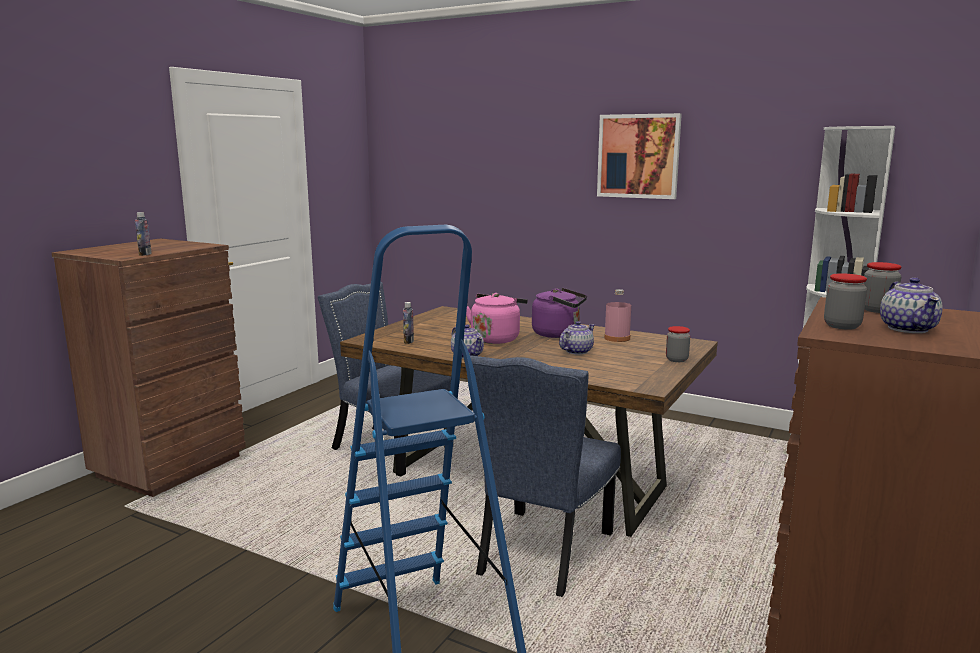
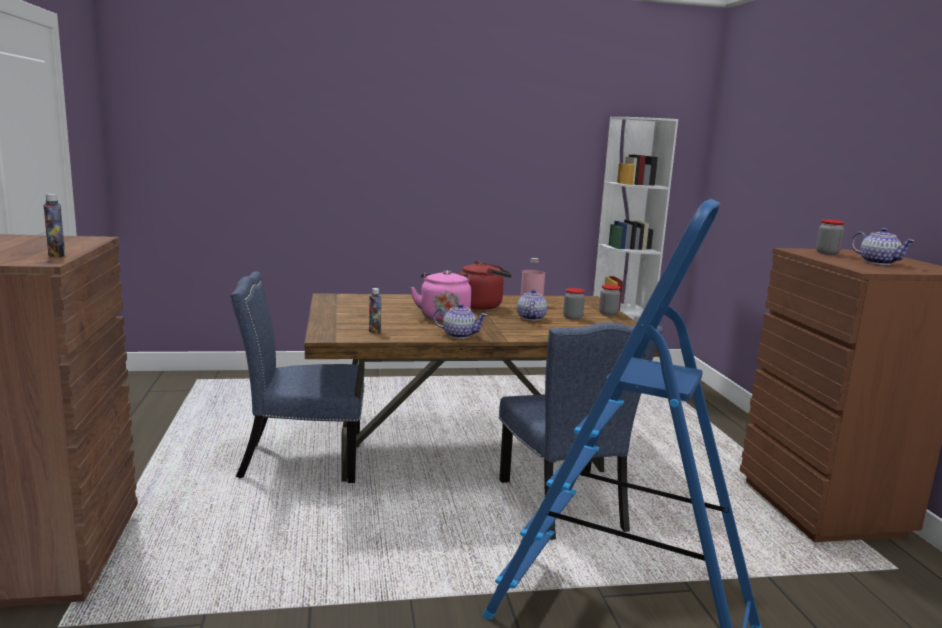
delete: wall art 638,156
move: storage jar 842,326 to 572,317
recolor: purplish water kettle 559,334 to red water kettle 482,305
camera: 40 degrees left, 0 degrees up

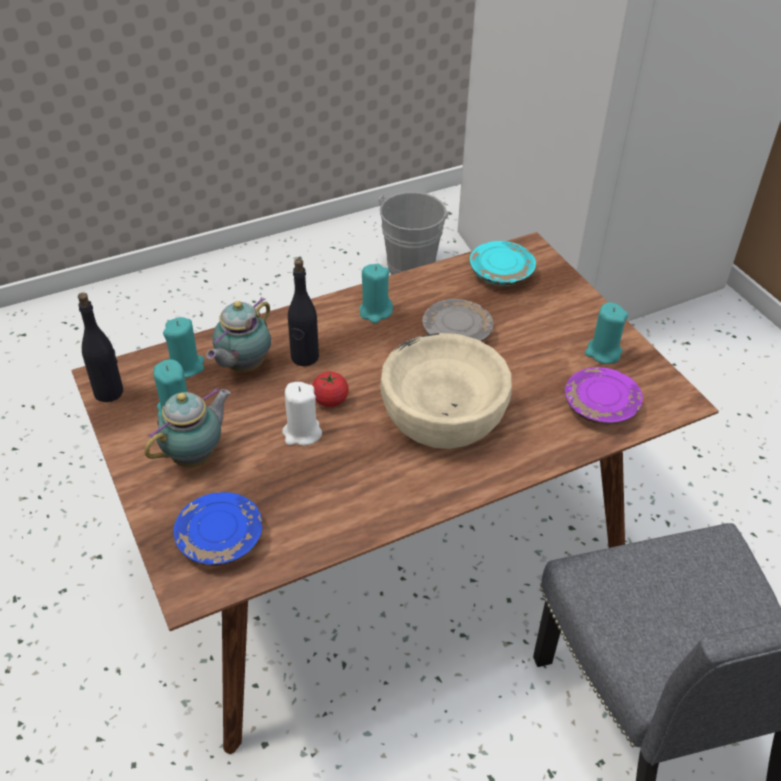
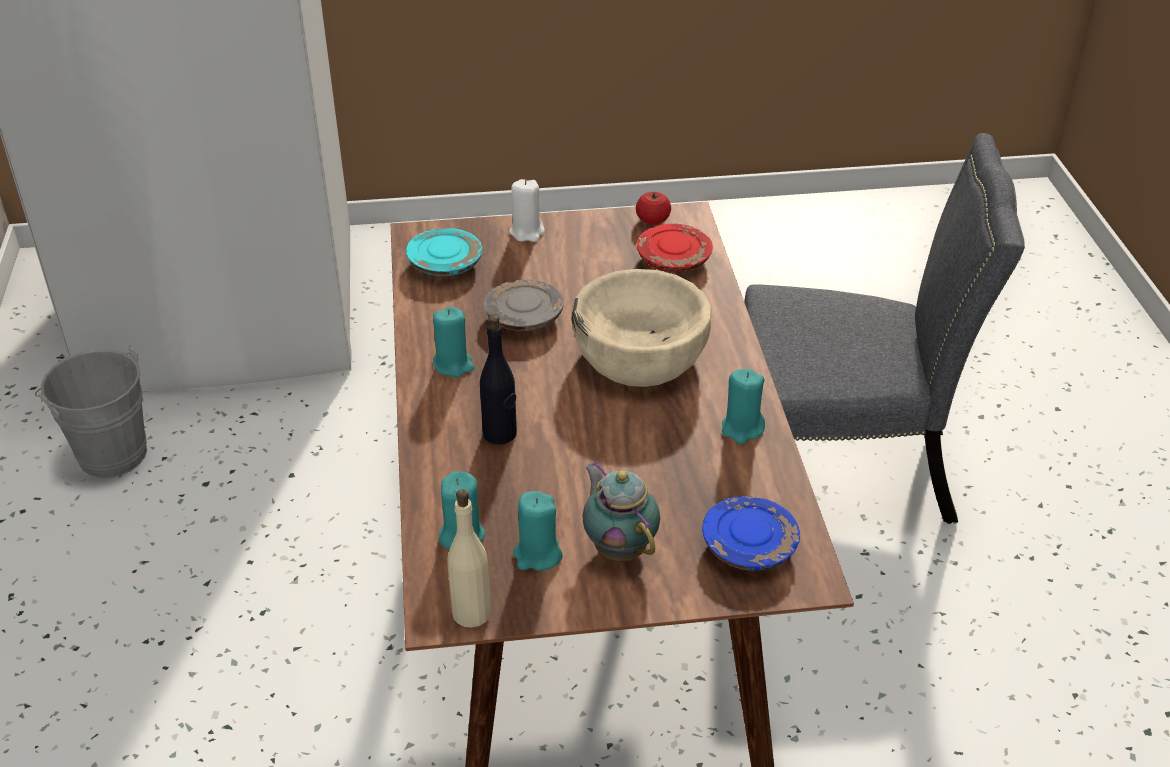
delete: tea pot 243,366
move: white wax candle 302,433 to 527,232; tomato 330,400 to 653,220; blue-green wax candle 603,352 to 742,429
recolor: black beverage bottle 109,392 to sand-coloured beverage bottle 471,612; purplish plate 600,406 to red plate 674,260
camera: 70 degrees left, 5 degrees down

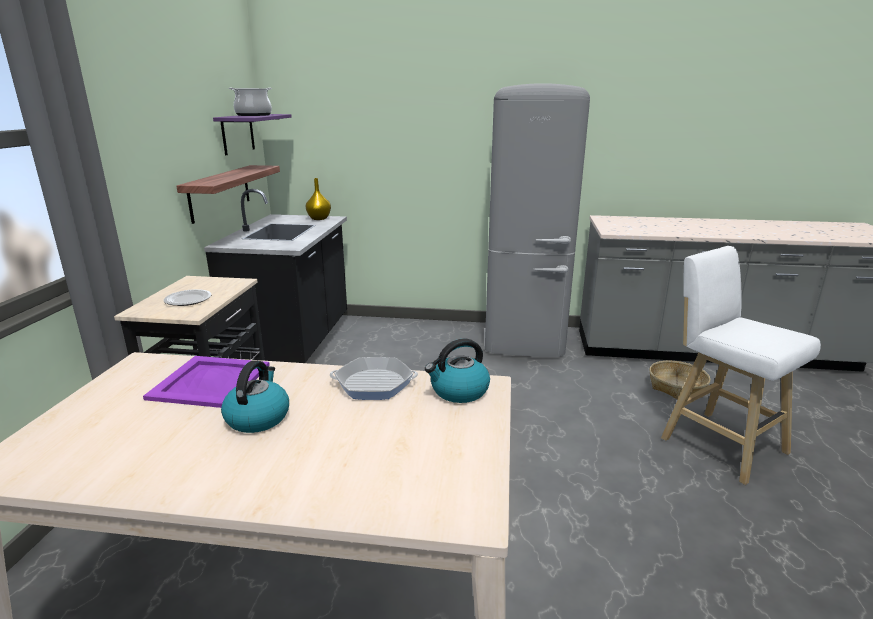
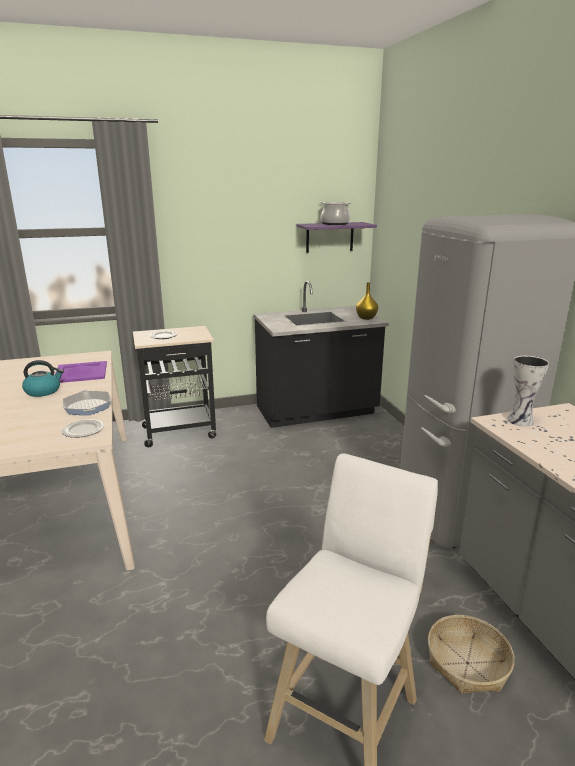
delete: bracket shelf 220,192
insert: flower vase 521,421
replace: water kettle 458,391 to plate 83,431
camera: 65 degrees right, 0 degrees up

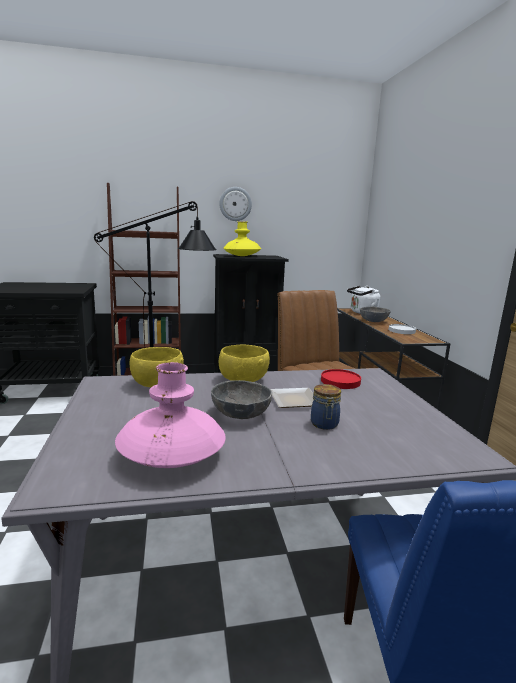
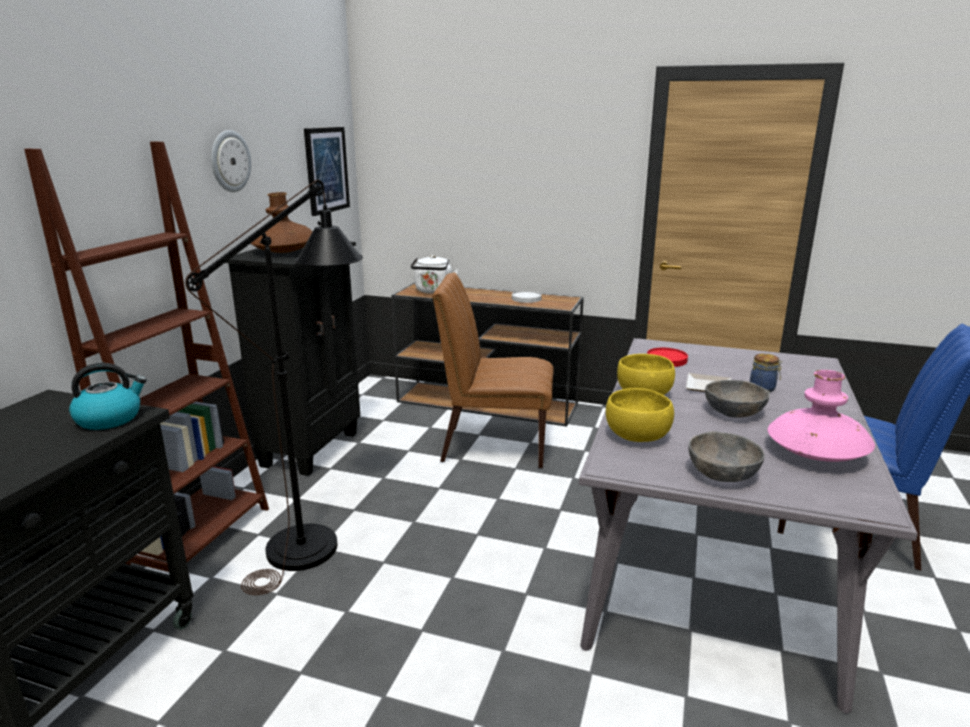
insert: water kettle 110,418; wall art 326,170
move: greyish deep dish 374,321 to 722,473
recolor: yellow-coloured flower vase 242,256 to brownish flower vase 284,251
camera: 60 degrees left, 5 degrees up

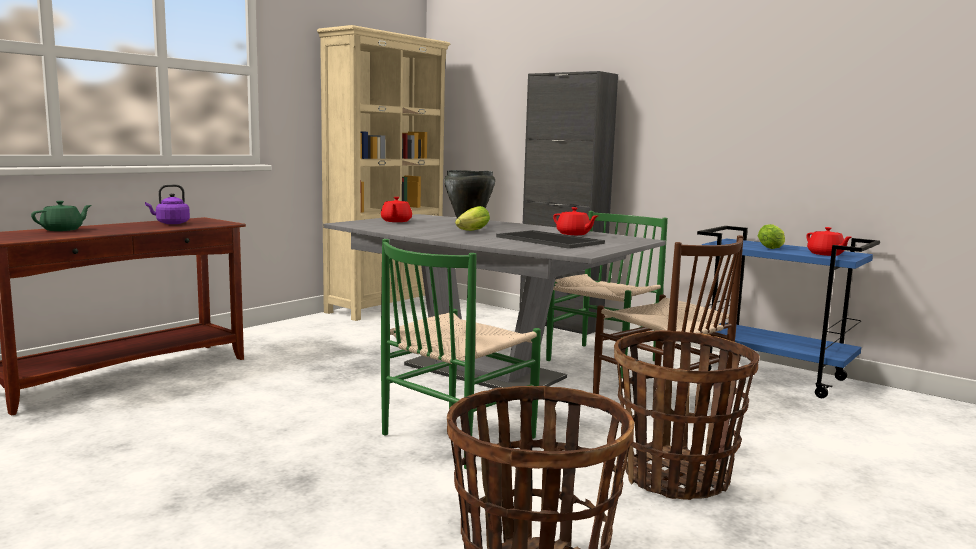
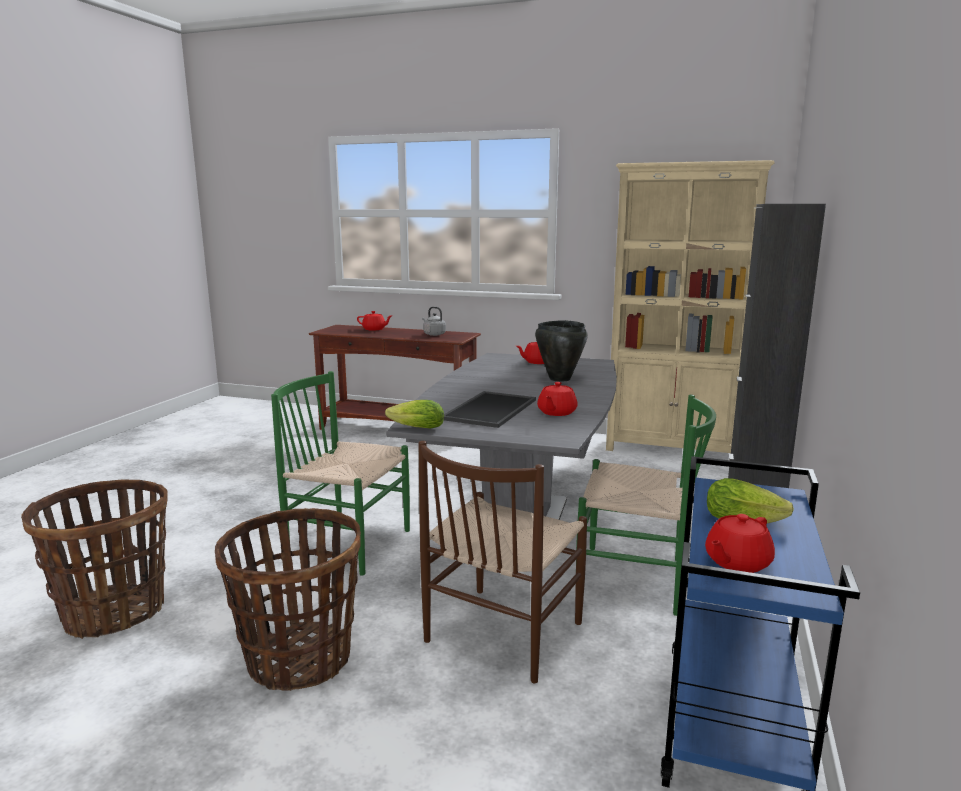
move: head of lettuce 470,231 to 414,428
recolor: greenish tea pot 63,230 to red tea pot 374,329; purplish water kettle 171,223 to greyish water kettle 433,334
camera: 70 degrees right, 5 degrees up

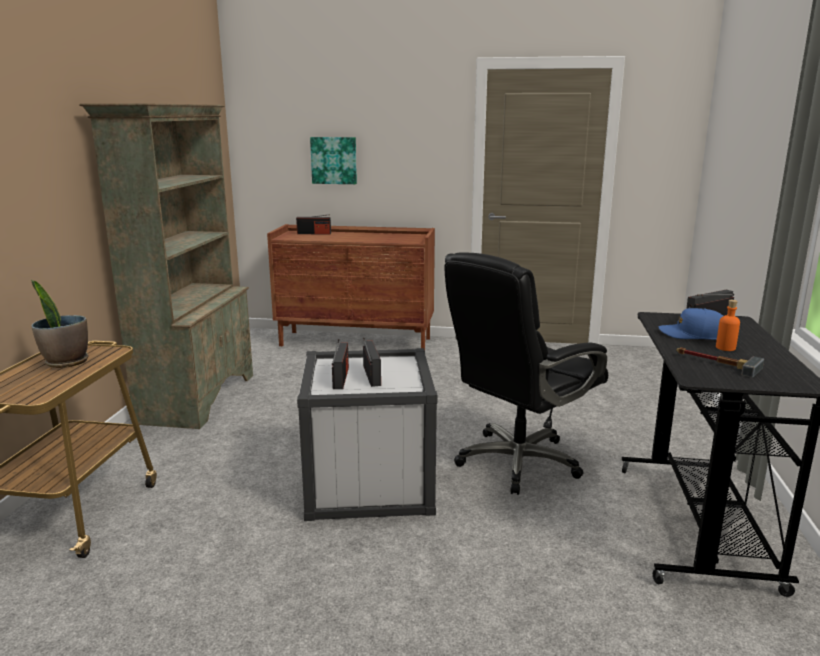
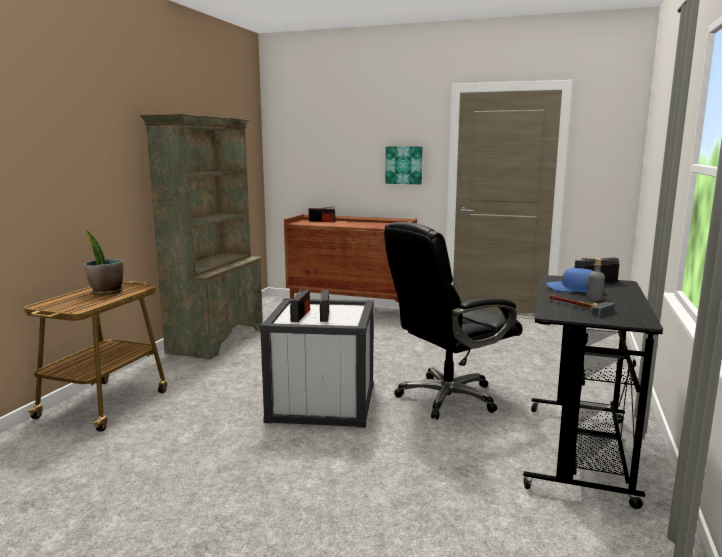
move: wall art 334,160 to 404,165
recolor: orange beverage bottle 725,348 to greyish beverage bottle 594,298
camera: 10 degrees right, 5 degrees down

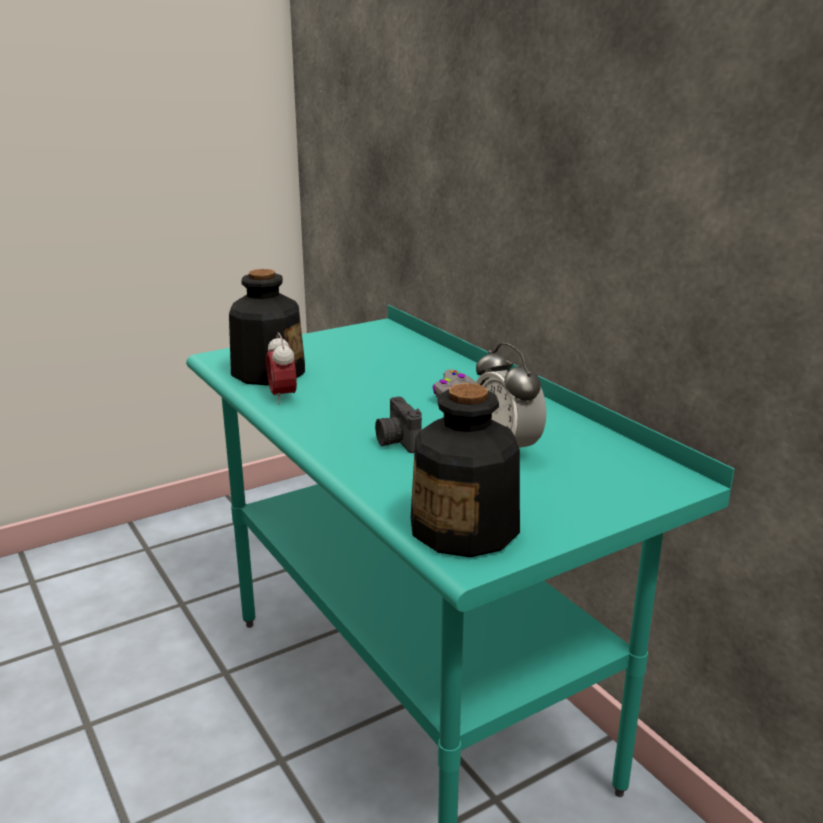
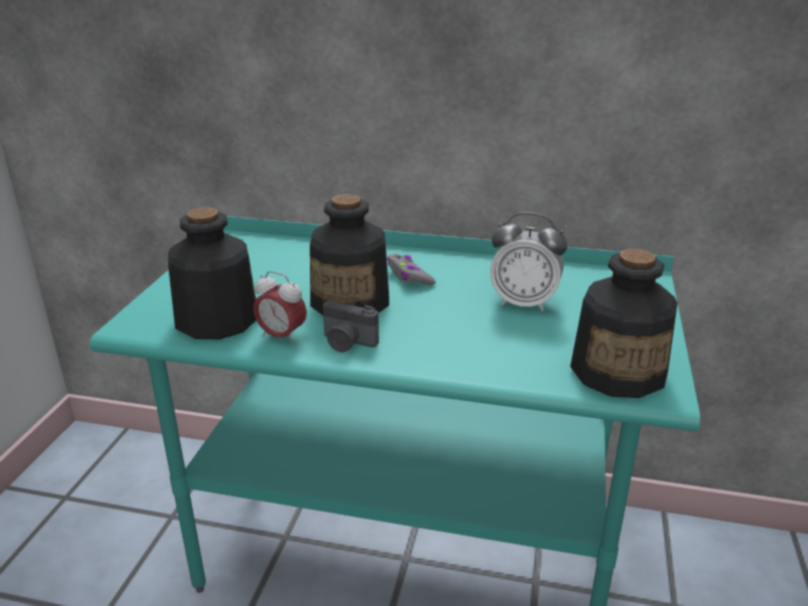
insert: beverage bottle 351,302
move: photo camera 397,442 to 347,343
camera: 45 degrees left, 5 degrees up

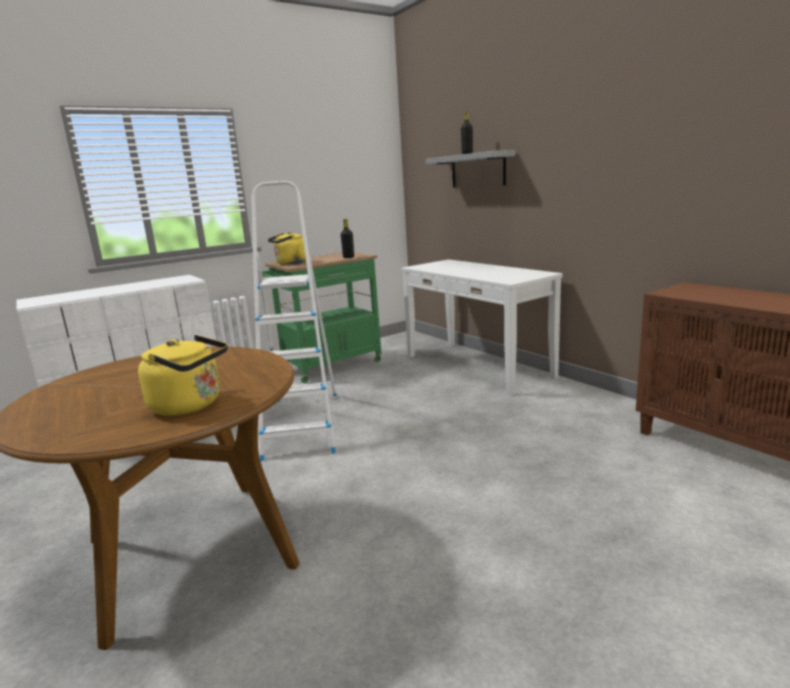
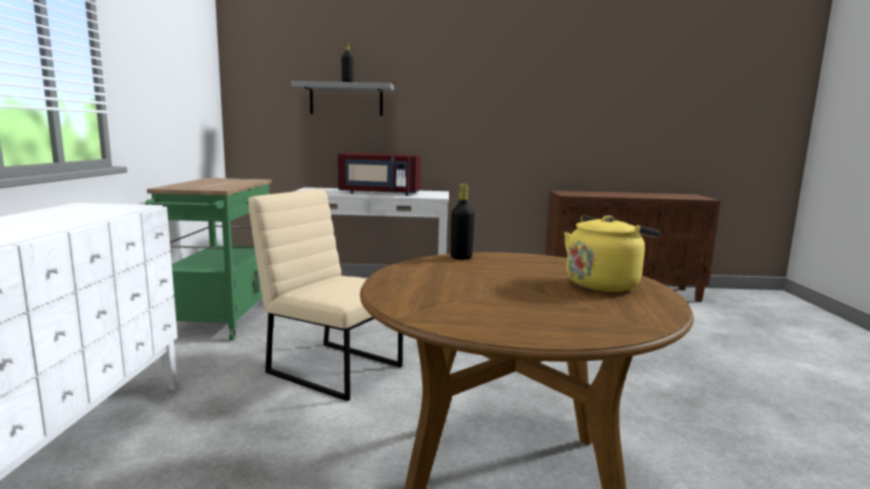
delete: yellow-coloured water kettle 290,263
insert: red kitchen microwave 379,193
move: black beverage bottle 348,257 to 461,257
replace: white step ladder 303,423 to sand-coloured plain chair 332,368
camera: 55 degrees left, 5 degrees down

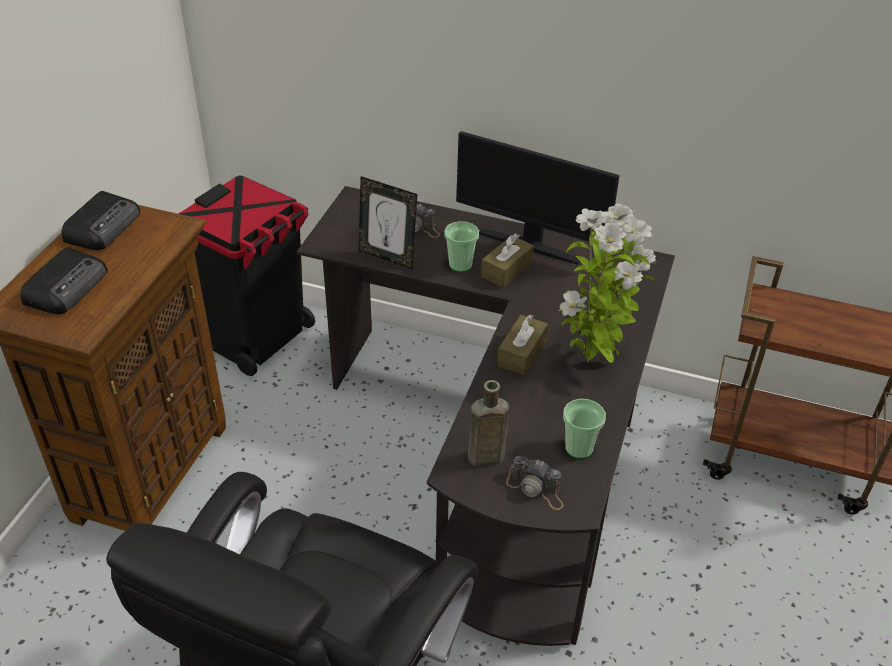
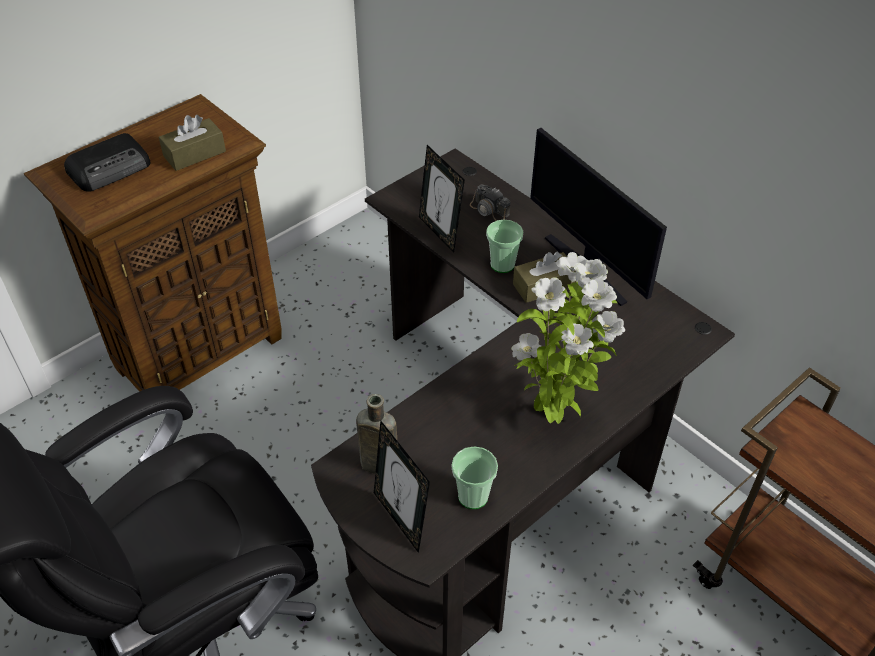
delete: radio set 103,226; black rubbish bin 259,339
move: brownish tissue holder 521,353 to 194,154
replace: photo camera 536,489 to photo frame 401,518
camera: 30 degrees right, 5 degrees up

